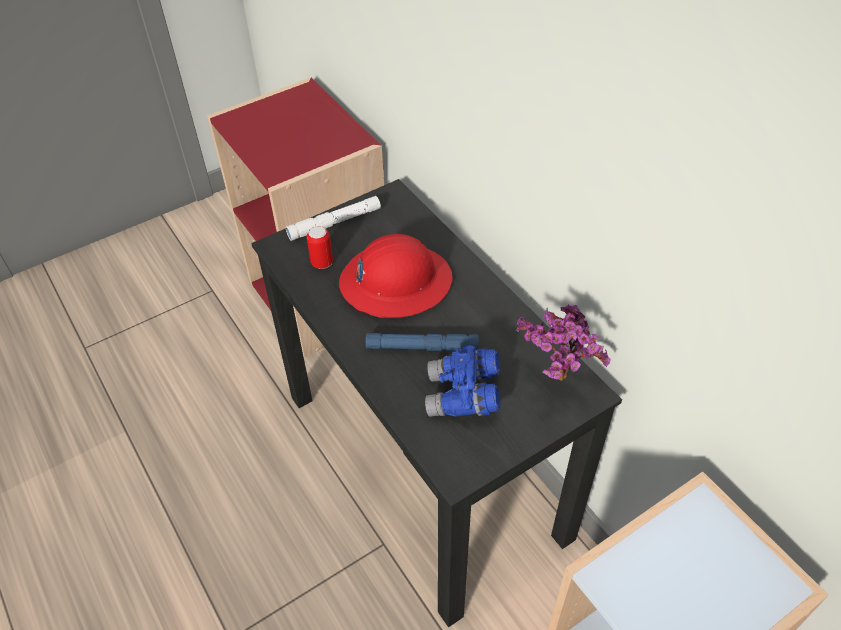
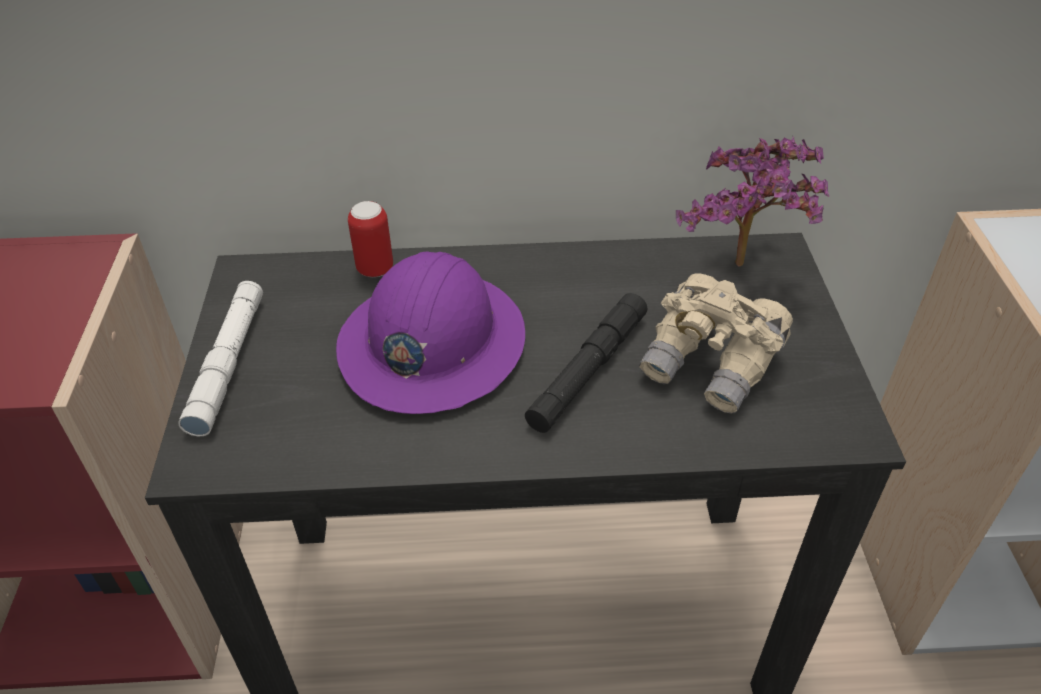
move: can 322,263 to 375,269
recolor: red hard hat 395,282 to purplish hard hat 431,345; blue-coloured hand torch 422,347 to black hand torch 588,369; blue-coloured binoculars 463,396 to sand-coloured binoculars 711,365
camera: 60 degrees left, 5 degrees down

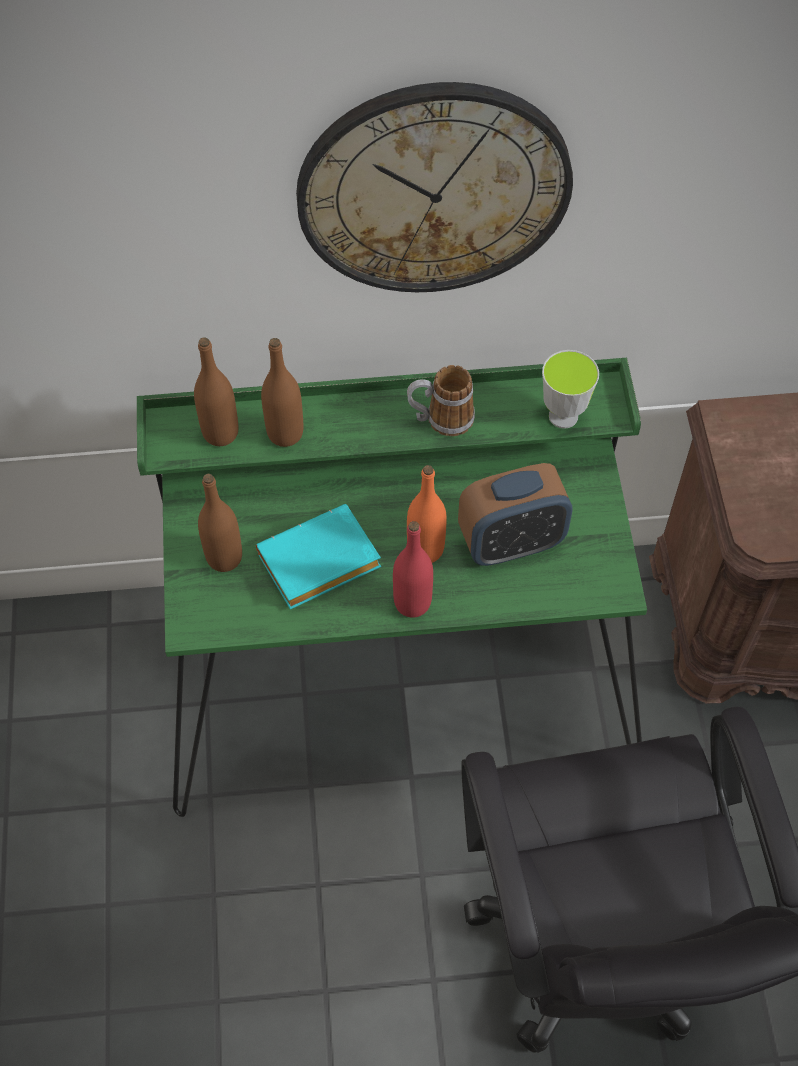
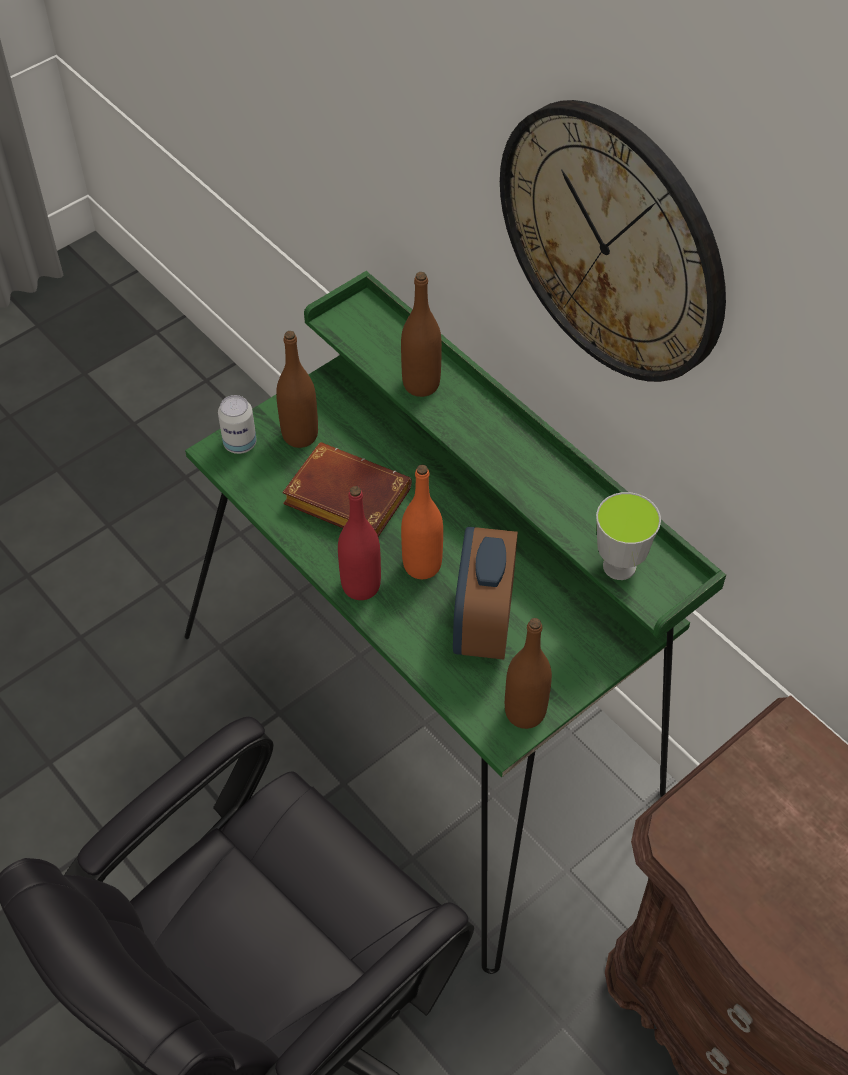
delete: tea mug 440,419
insert: can 240,443
move: brownish beverage bottle 220,433 to 525,712
recolor: blue-green bound book 317,565 to brownish bound book 343,499
rotate: table clock 511,542 = 483,624 60 degrees clockwise
camera: 55 degrees right, 5 degrees down

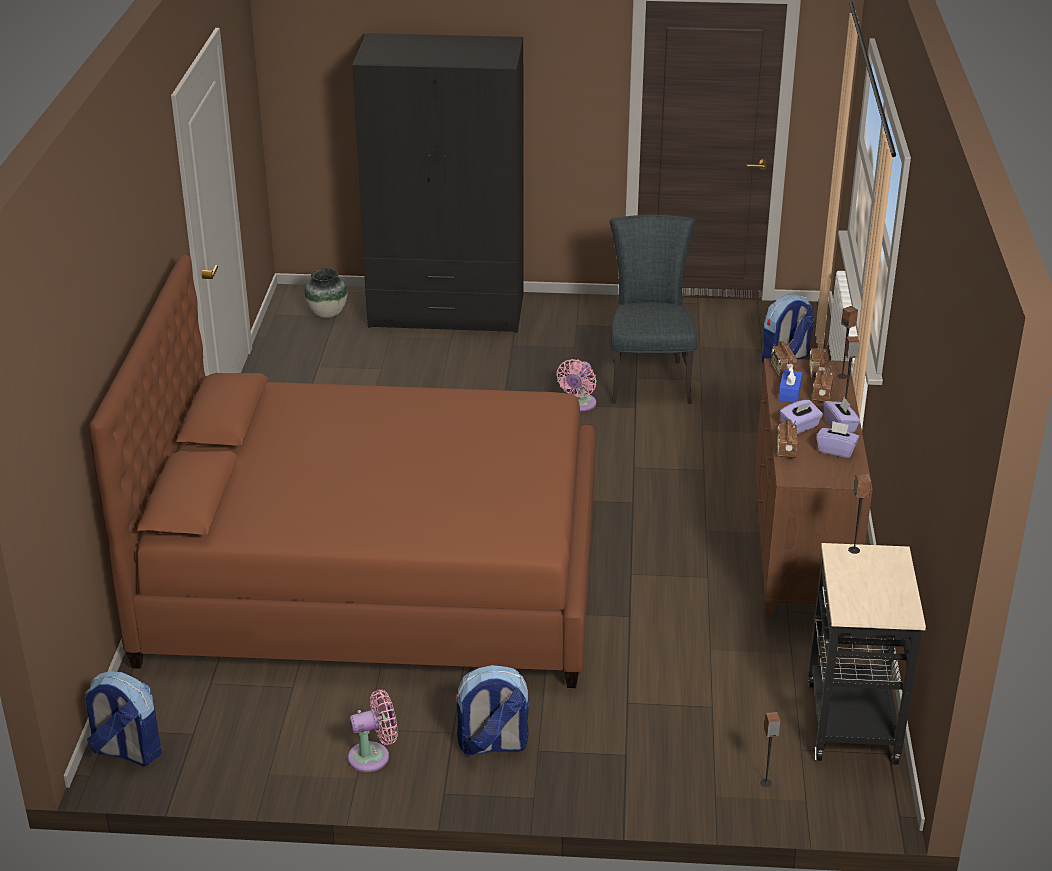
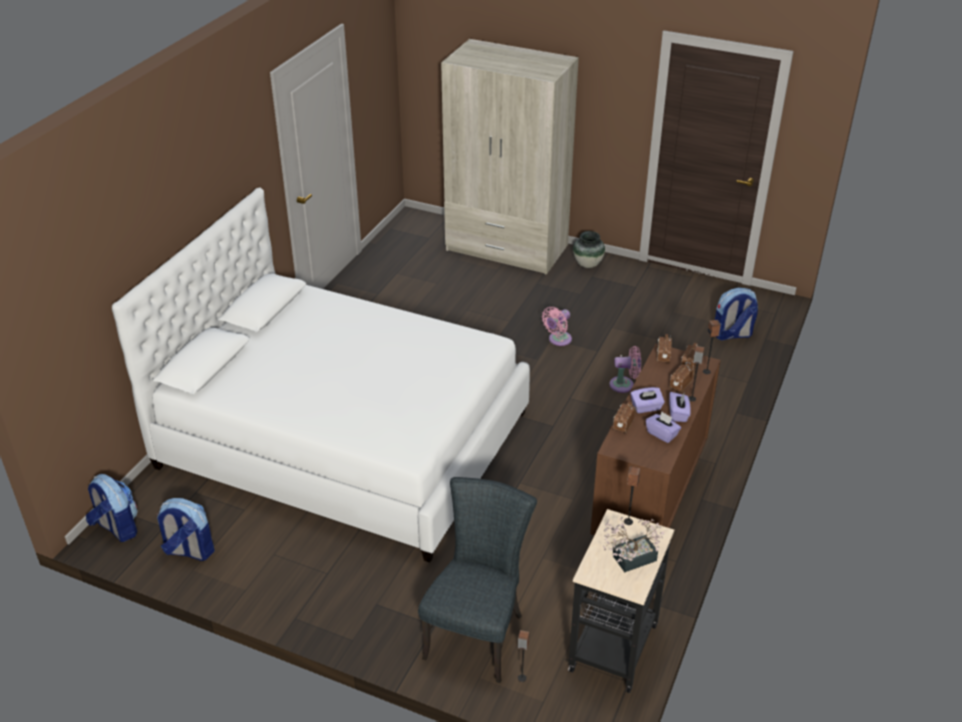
delete: blue-coloured tissue holder 789,392
insert: potted plant 629,559
move: flower vase 327,314 to 587,264; pink-coloured fan 373,756 to 624,385; backpack 492,745 to 189,551; greyish plain chair 648,378 to 478,632
recolor: brownish bedroom bed 375,575 to white bedroom bed 344,439; black armoire 447,311 to sand-coloured armoire 507,248
camera: 20 degrees right, 5 degrees up

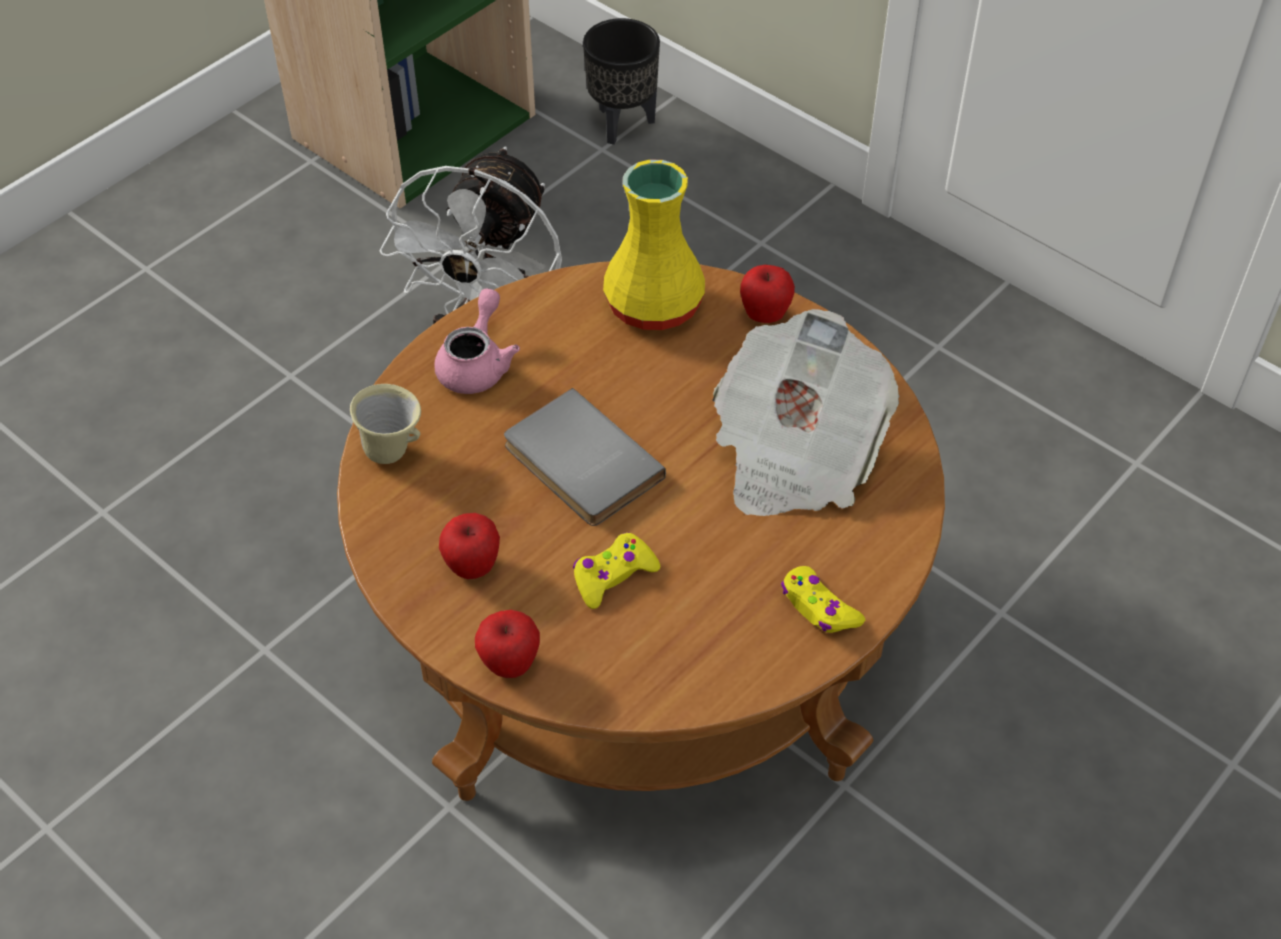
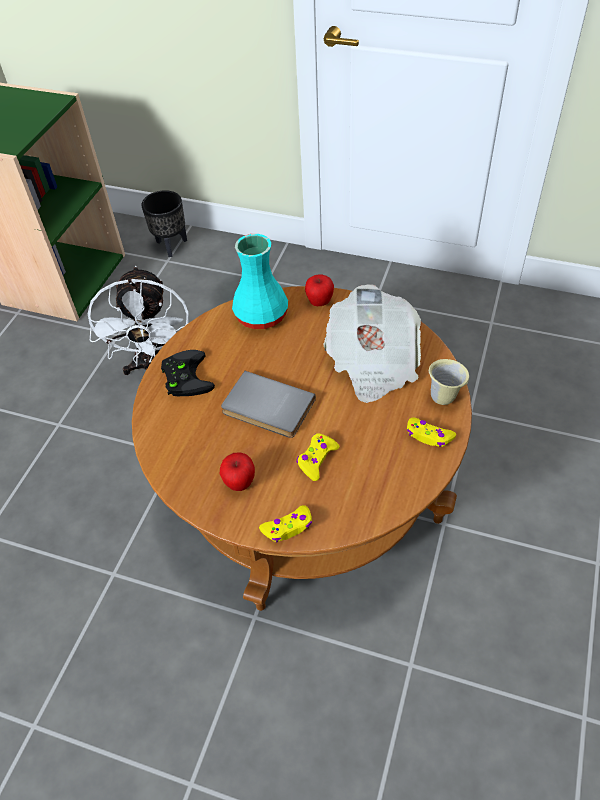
move: sand-coloured tea mug 392,452 to 444,397
replace: pink-coloured tea pot 477,364 to black game controller 185,376; apple 510,664 to yellow-coloured game controller 288,527
recolor: yellow-coloured flower vase 652,304 to blue-green flower vase 260,316
camera: 20 degrees left, 0 degrees up

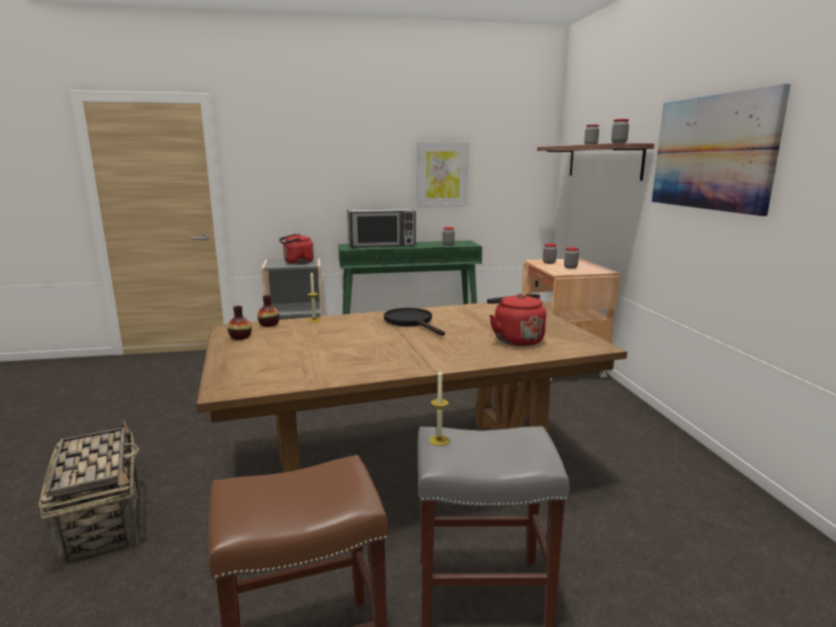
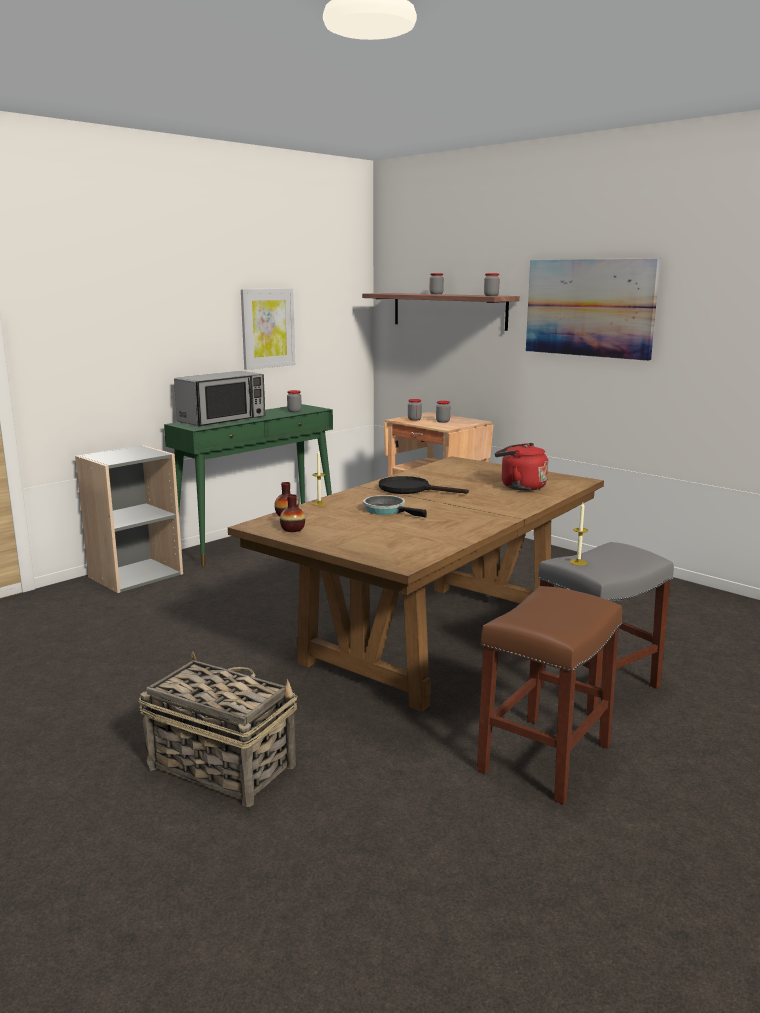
delete: red water kettle 297,263
insert: pan 387,510
camera: 35 degrees left, 0 degrees up

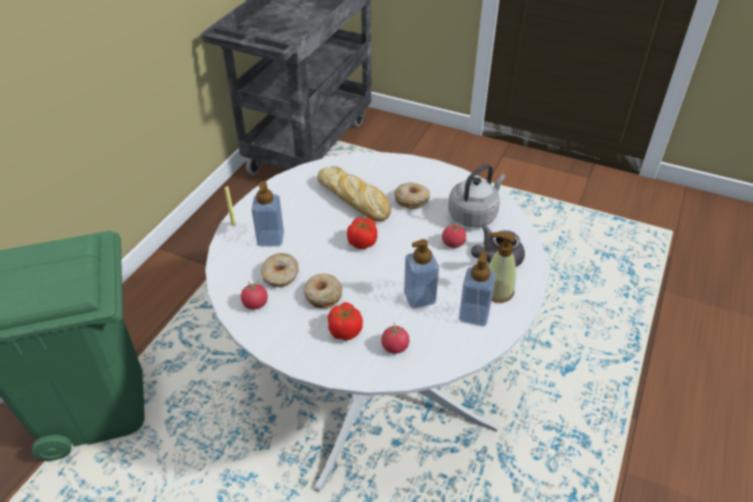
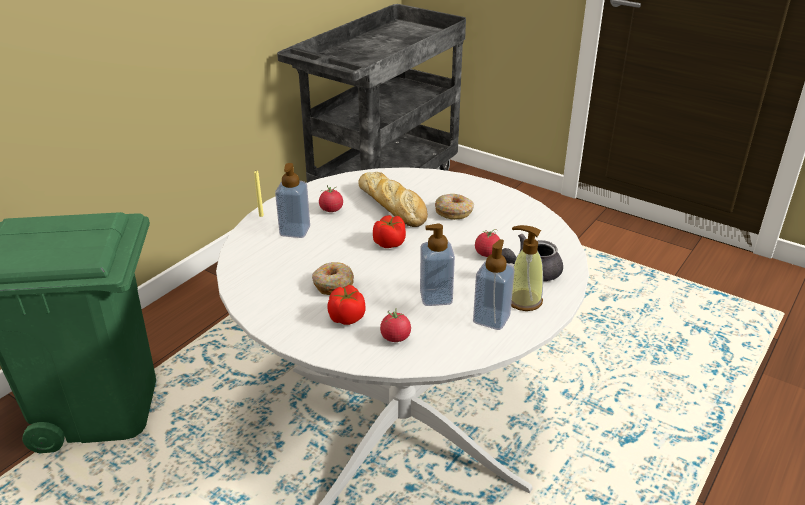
delete: doughnut 280,275; greyish water kettle 474,215
move: tomato 255,304 to 331,210
camera: 10 degrees right, 10 degrees down

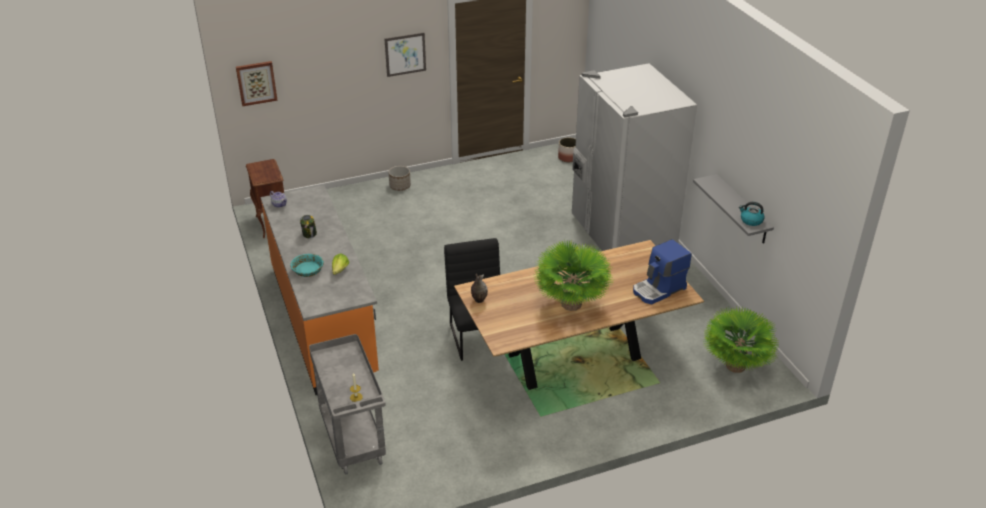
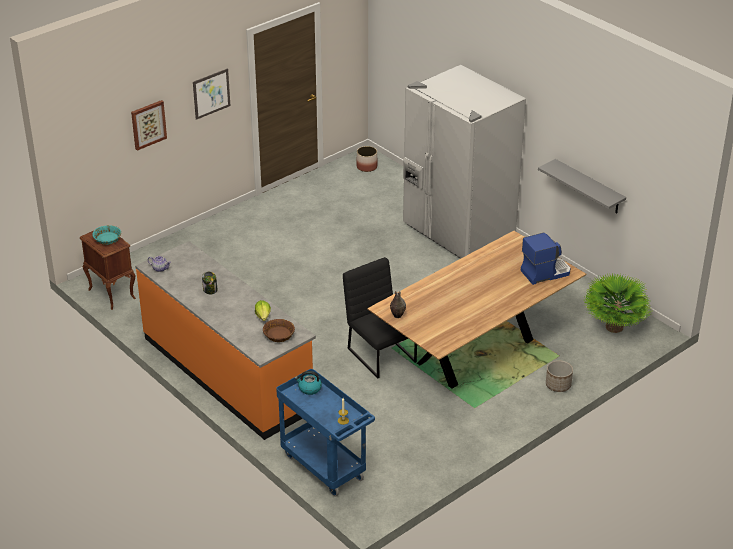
delete: potted plant 571,304
insert: brownish deep dish 279,335
move: wall art 256,83 to 148,124; blue-green deep dish 308,270 to 107,239; flower pot 400,186 to 558,385; water kettle 751,220 to 309,388
recolor: greyish wheeled cart 354,443 to blue-coloured wheeled cart 326,470
rotate: coffee brewer 659,289 = 545,272 150 degrees counterclockwise
camera: 20 degrees left, 0 degrees up

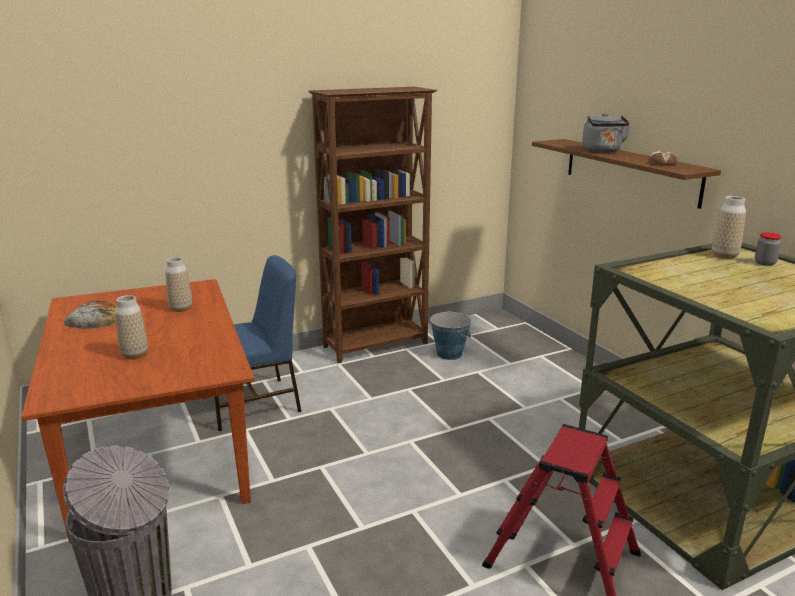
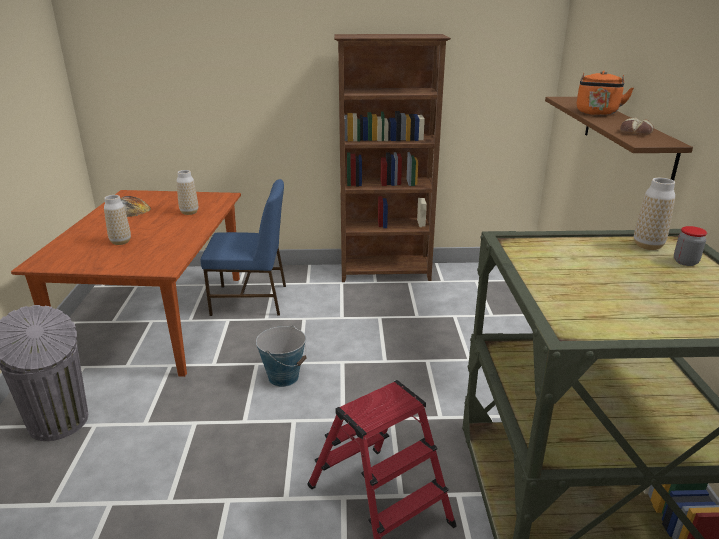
move: water bucket 449,354 to 283,377
recolor: greyish water kettle 602,151 to orange water kettle 597,113
camera: 25 degrees right, 5 degrees up

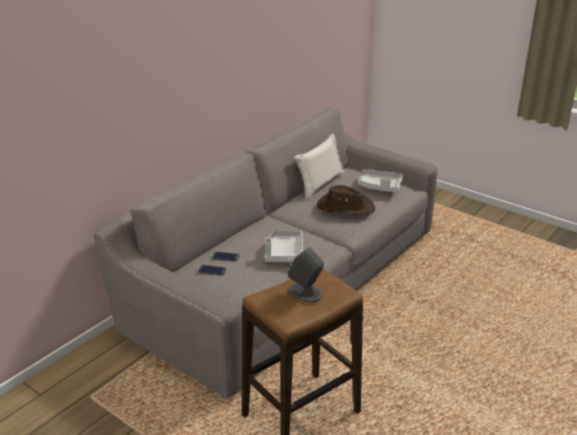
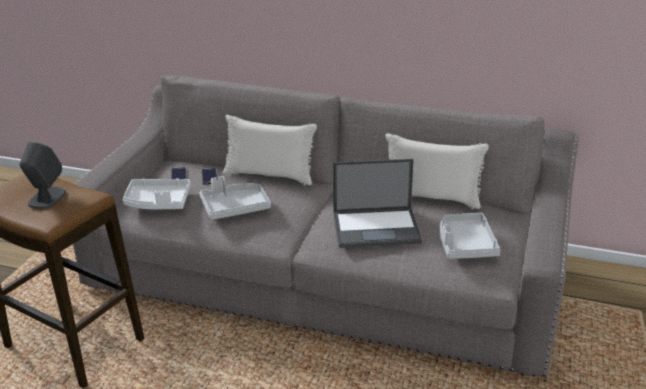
insert: white tray 158,202; white pillow 269,176
replace: brownish clothing hat 345,207 to notebook computer 377,227
camera: 70 degrees right, 0 degrees up

